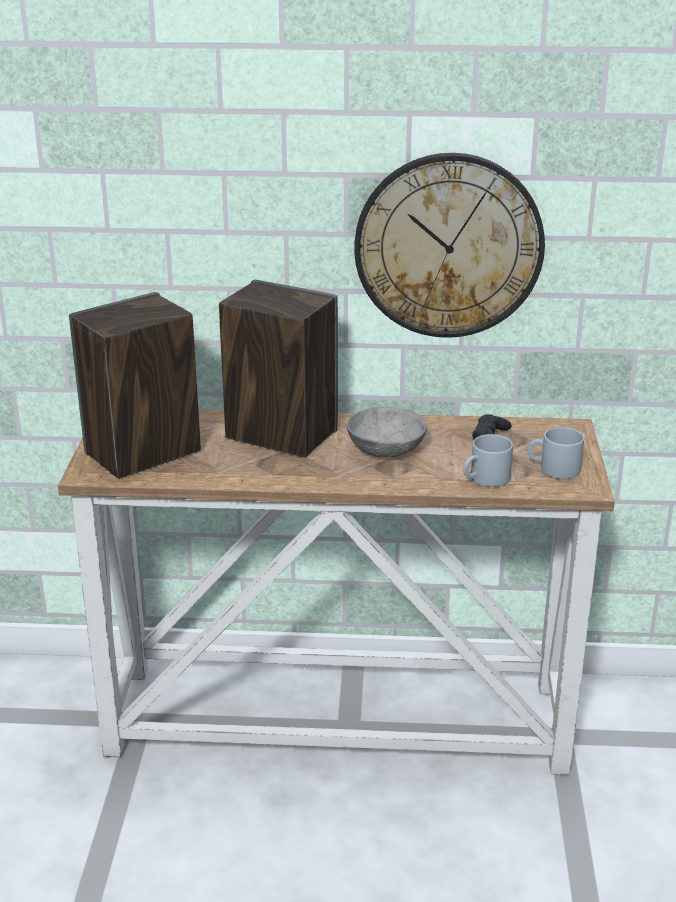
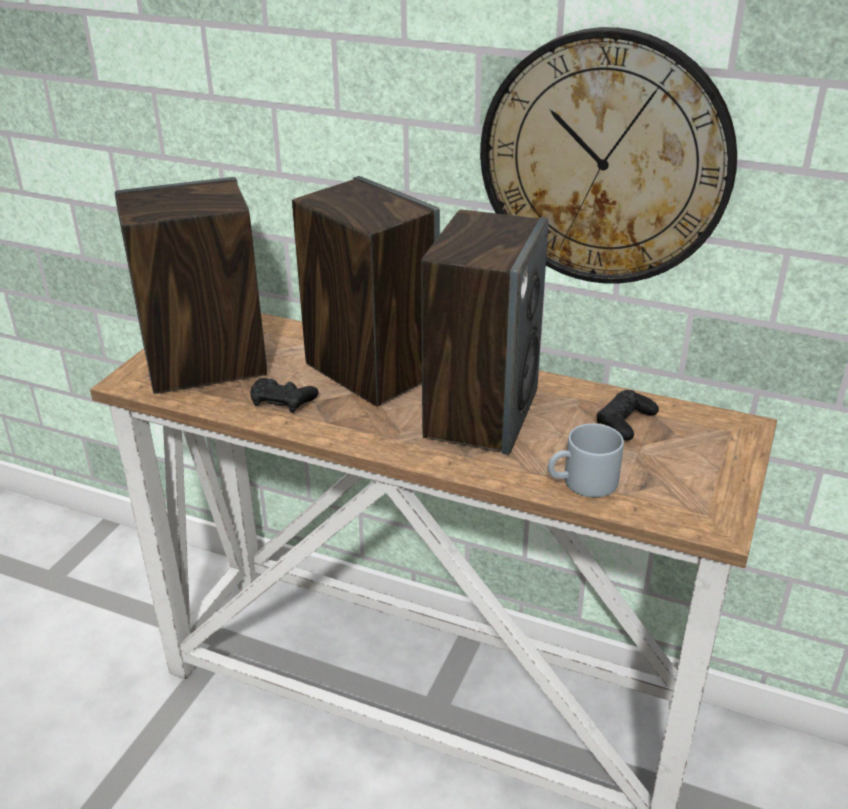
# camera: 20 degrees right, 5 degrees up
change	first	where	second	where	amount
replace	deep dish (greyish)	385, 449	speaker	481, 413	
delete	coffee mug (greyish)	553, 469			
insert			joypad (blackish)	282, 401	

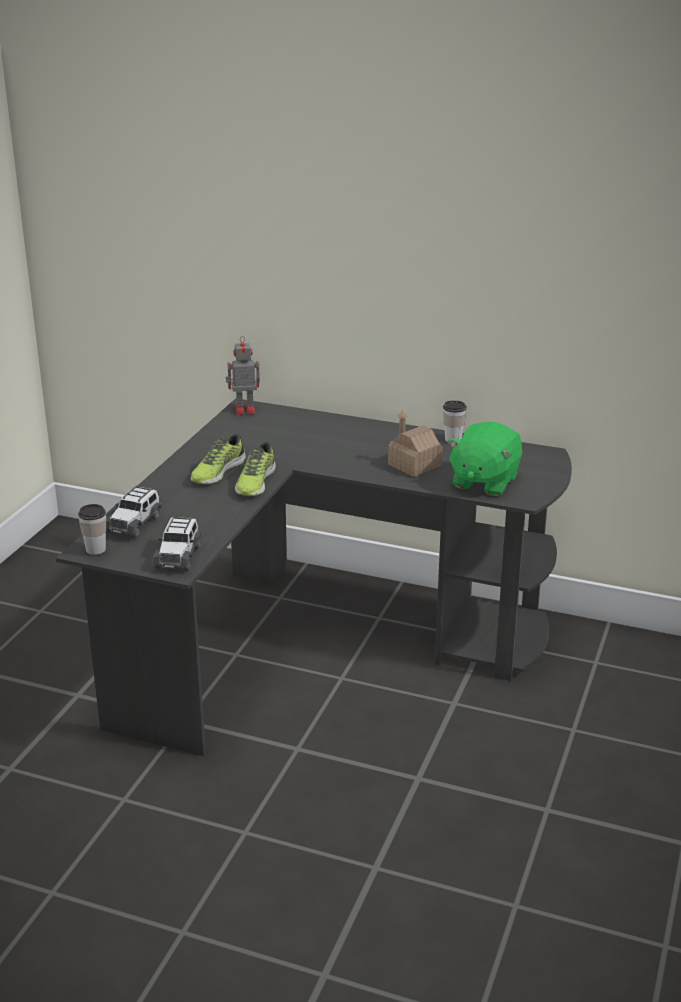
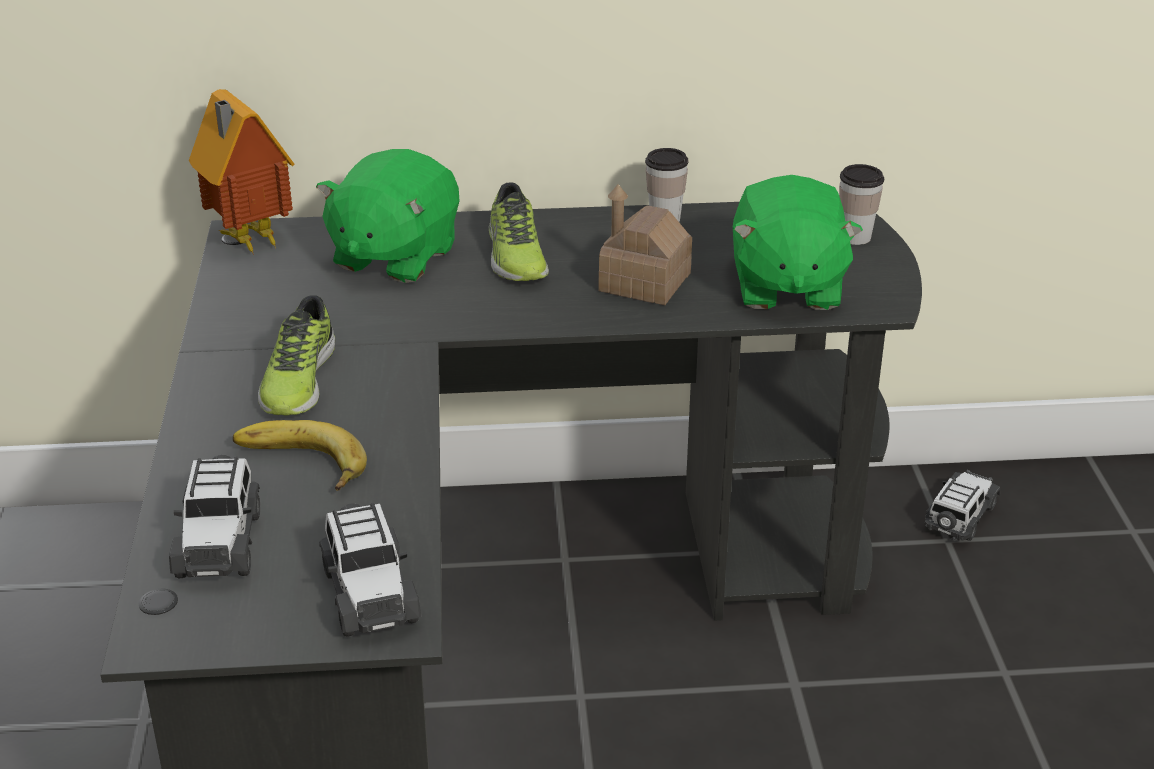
# camera: 25 degrees left, 5 degrees up
change	first	where	second	where	amount
move	drinking cup	95, 549		855, 237	
replace	toy robot	243, 410	miniature house	247, 241	
move	low shoe	255, 482		515, 256	
insert			banana	298, 465	
insert			cuddly toy (green)	394, 257	
insert			model car	959, 518	

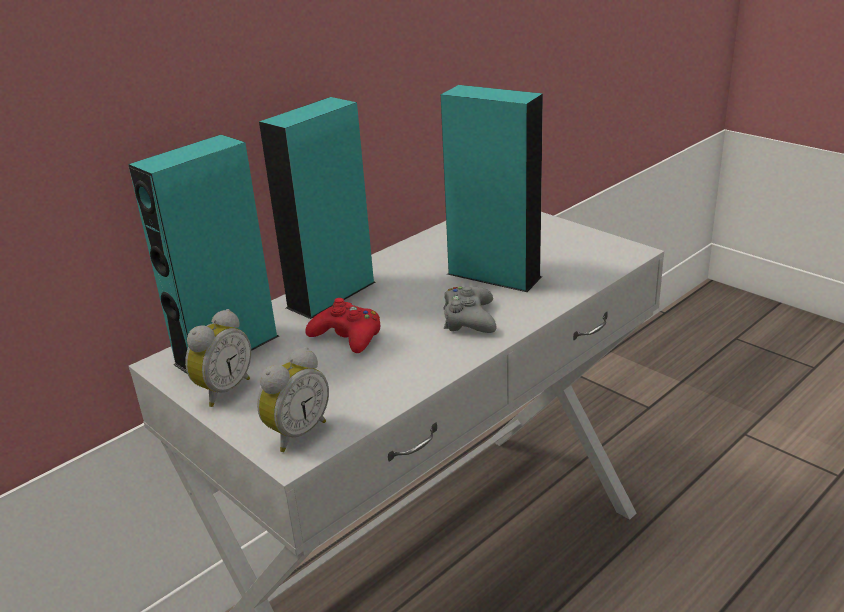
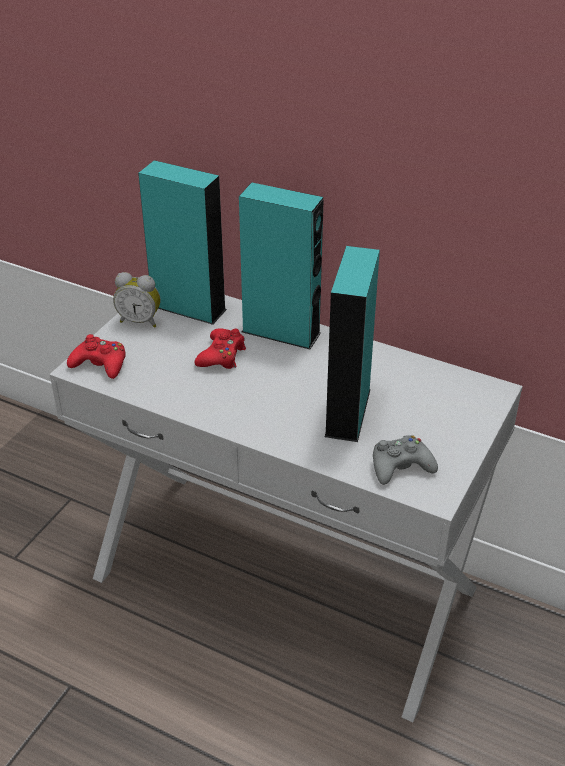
# camera: 70 degrees right, 10 degrees up
change	first	where	second	where	amount
replace	alarm clock	296, 433	joypad (red-coloured)	100, 364	
move	joypad (greyish)	469, 319		400, 466	

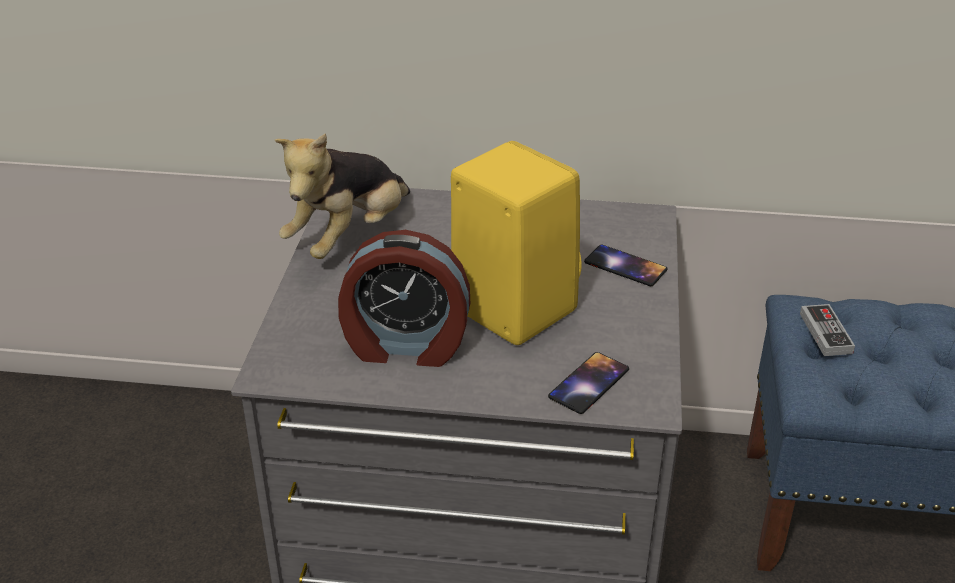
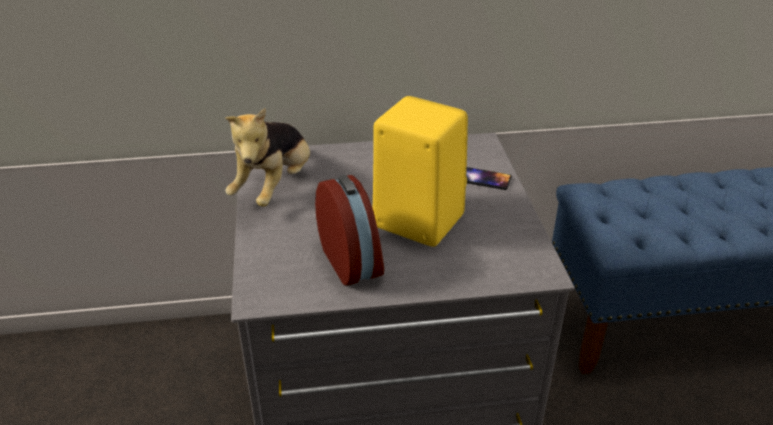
# camera: 15 degrees left, 0 degrees up
change	first	where	second	where	amount
rotate	alarm clock	405, 346		352, 261	105 degrees counterclockwise
delete	handset	588, 383			
delete	joypad	825, 333			

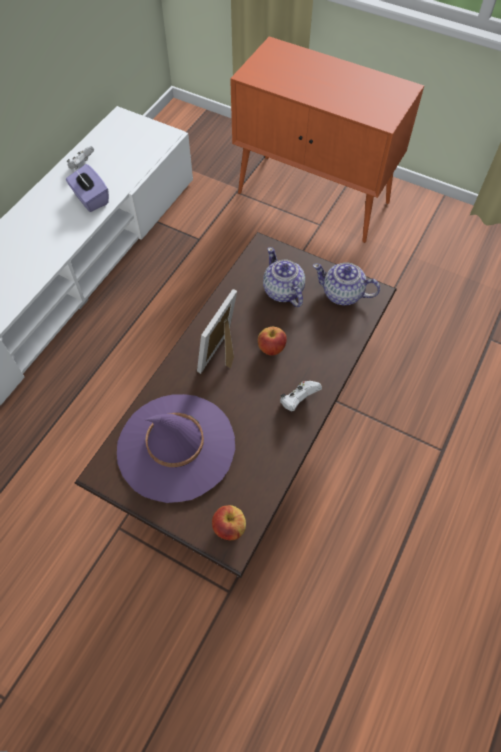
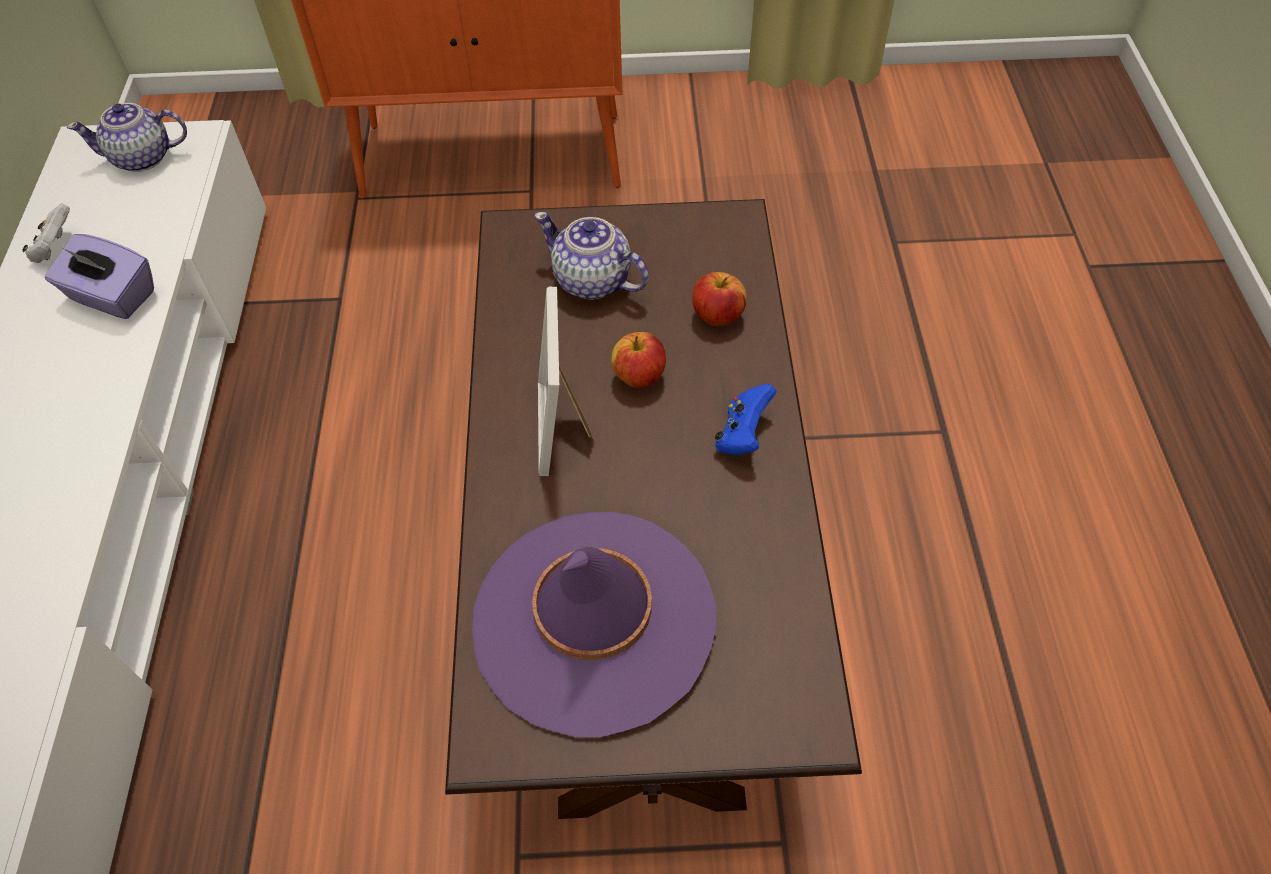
# camera: 30 degrees left, 5 degrees down
change	first	where	second	where	amount
move	apple fruit	229, 527		717, 316	
recolor	joypad (whitish)	298, 400	joypad (blue)	742, 435	
move	tea pot	343, 294		143, 158	

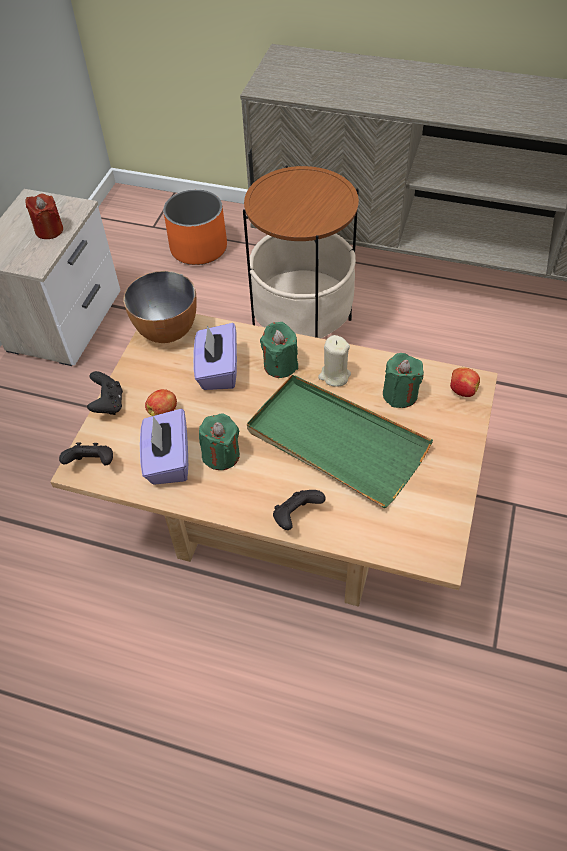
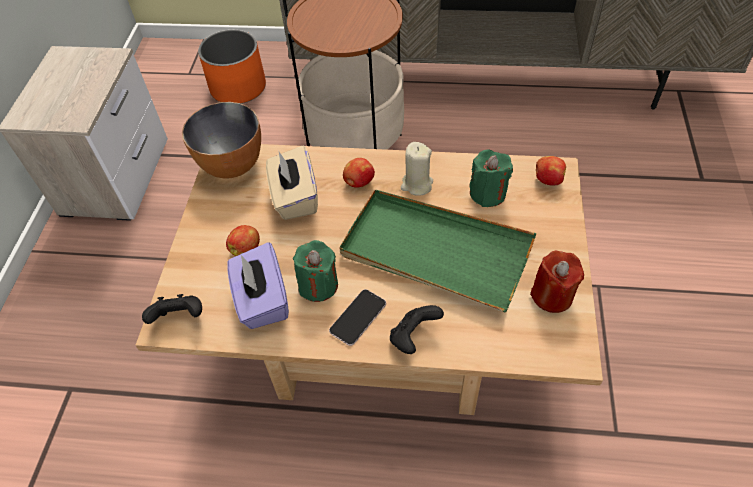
# camera: 10 degrees left, 0 degrees up
change	first	where	second	where	amount
move	wax light (red-coloured)	49, 230		552, 295	
delete	joypad (blackish)	108, 404			
recolor	tissue box (purplish)	218, 370	tissue box (beige)	295, 198	
replace	wax light (green)	280, 365	apple fruit	358, 182	
insert			handset	358, 317	

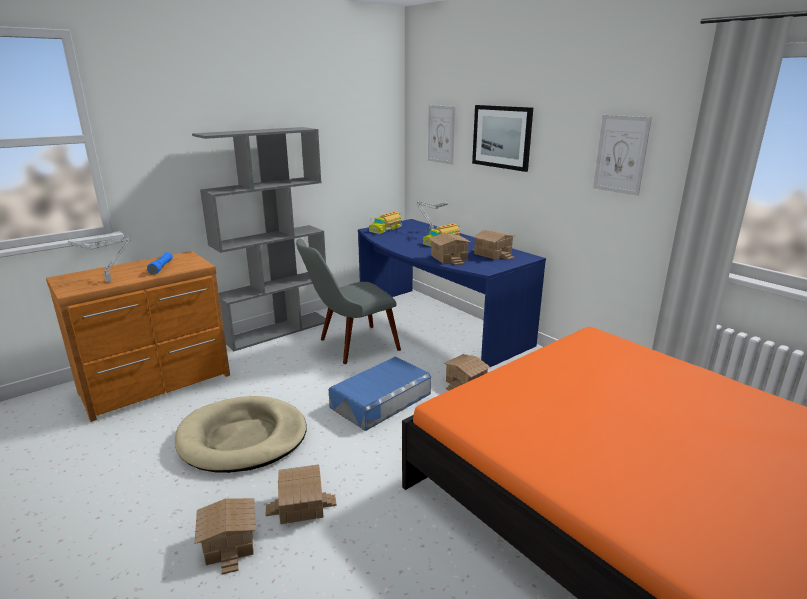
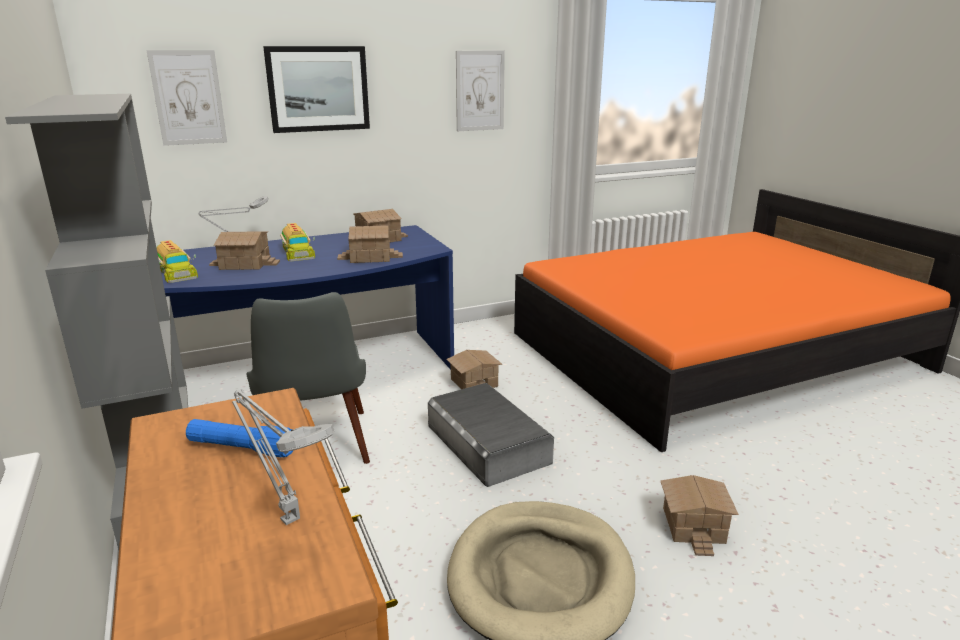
# camera: 75 degrees left, 0 degrees up
change	first	where	second	where	amount
move	miniature house	231, 542		245, 263	
recolor	storage container (blue)	381, 400	storage container (greyish)	487, 443	

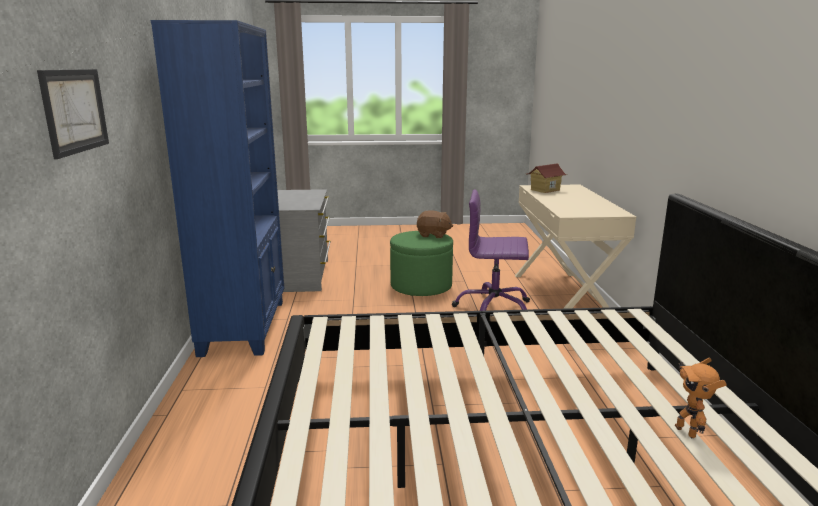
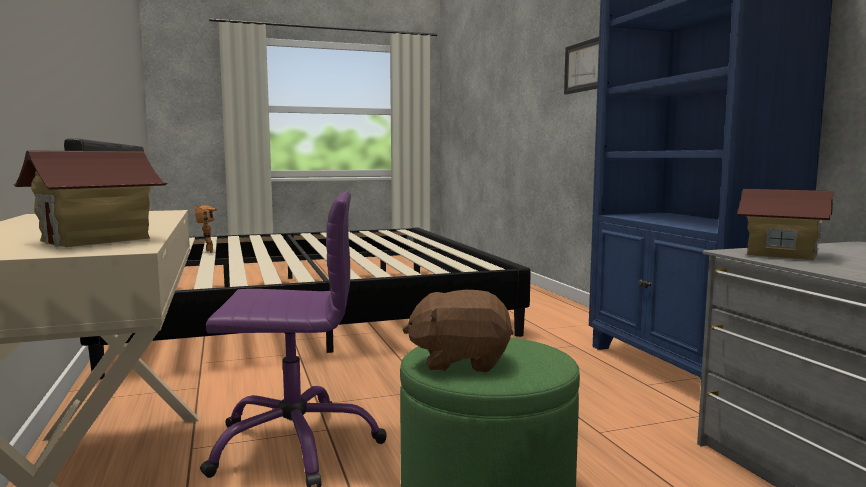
# camera: 165 degrees right, 10 degrees down
change	first	where	second	where	amount
insert			miniature house	781, 254	

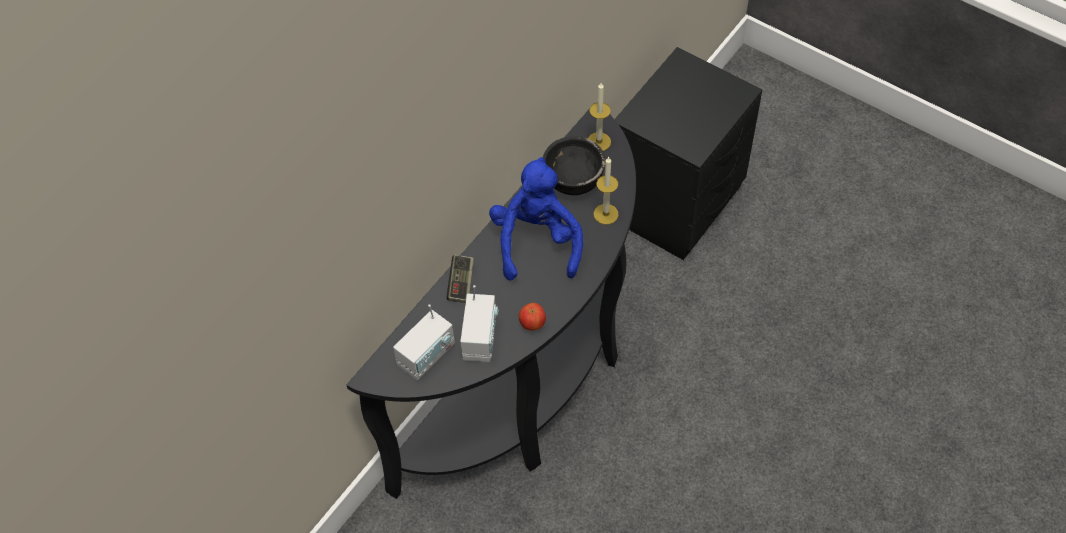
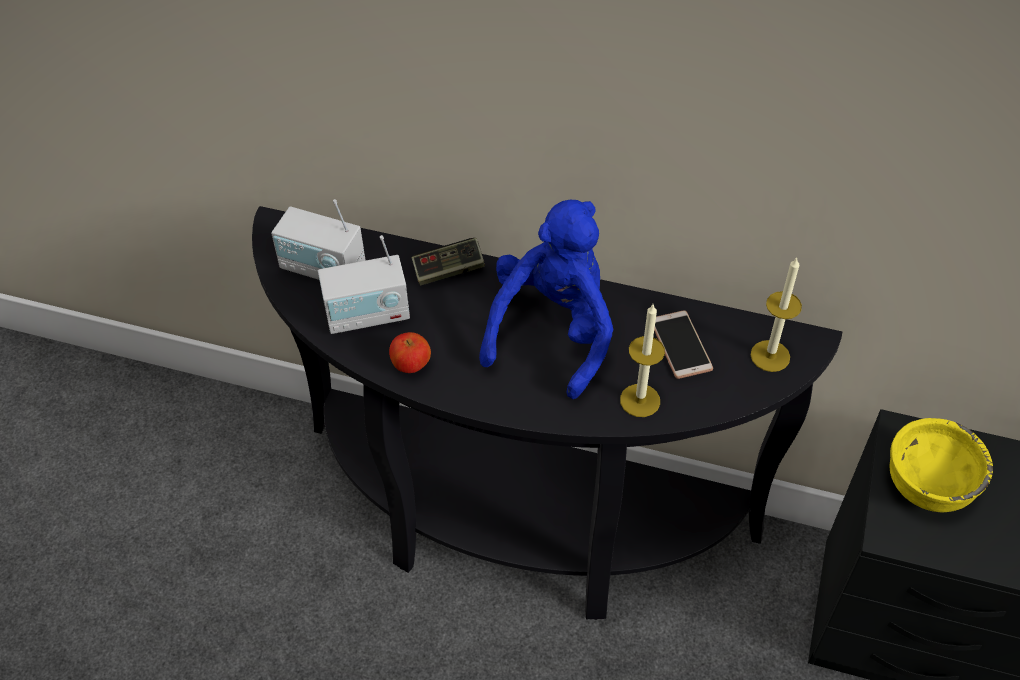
# camera: 70 degrees right, 5 degrees down
change	first	where	second	where	amount
rotate	cuddly toy (blue)	536, 241		553, 331	45 degrees counterclockwise
replace	deep dish (blackish)	574, 181	handset	680, 345	
insert			deep dish (yellow)	928, 486	

